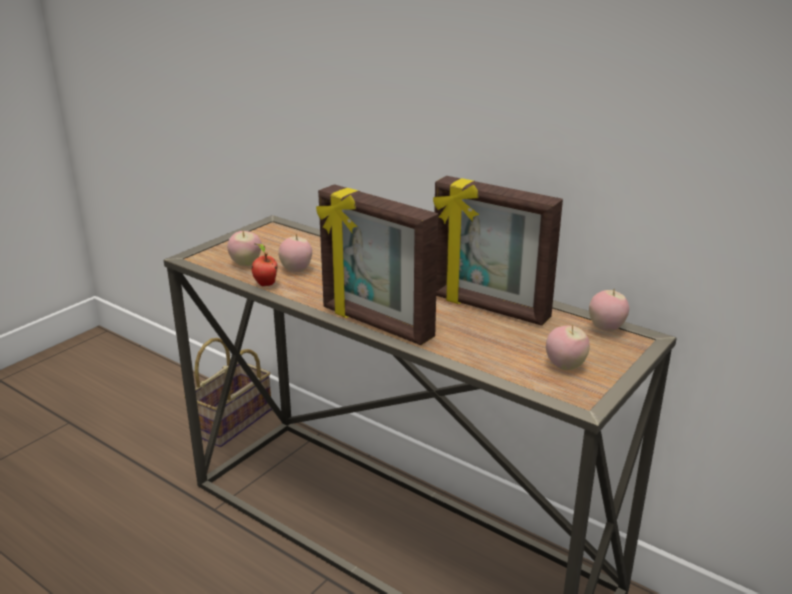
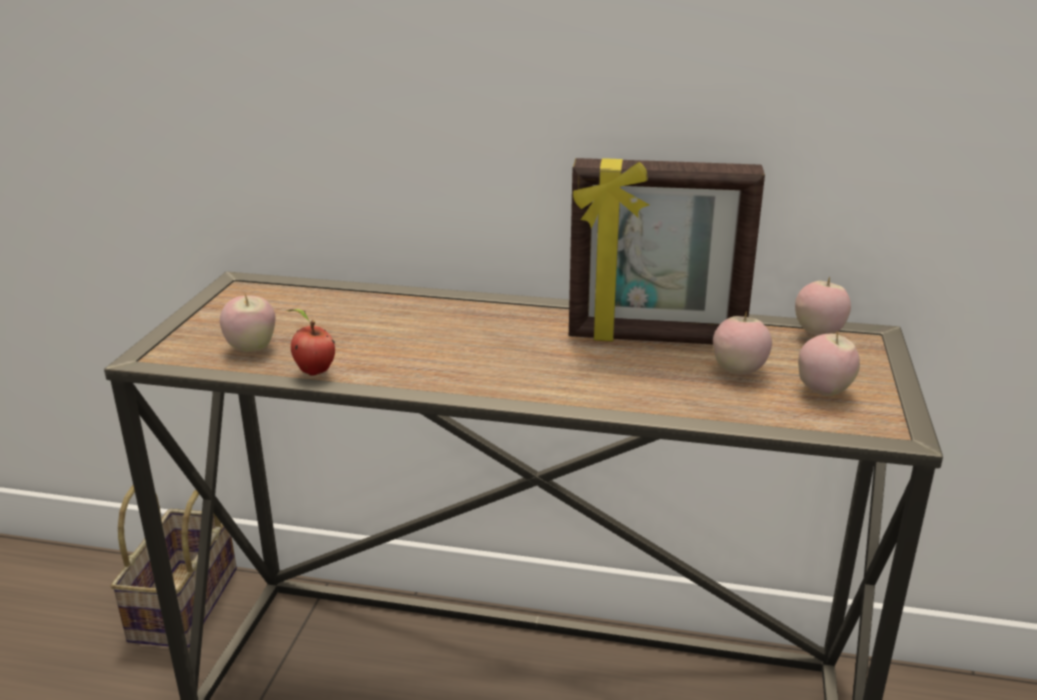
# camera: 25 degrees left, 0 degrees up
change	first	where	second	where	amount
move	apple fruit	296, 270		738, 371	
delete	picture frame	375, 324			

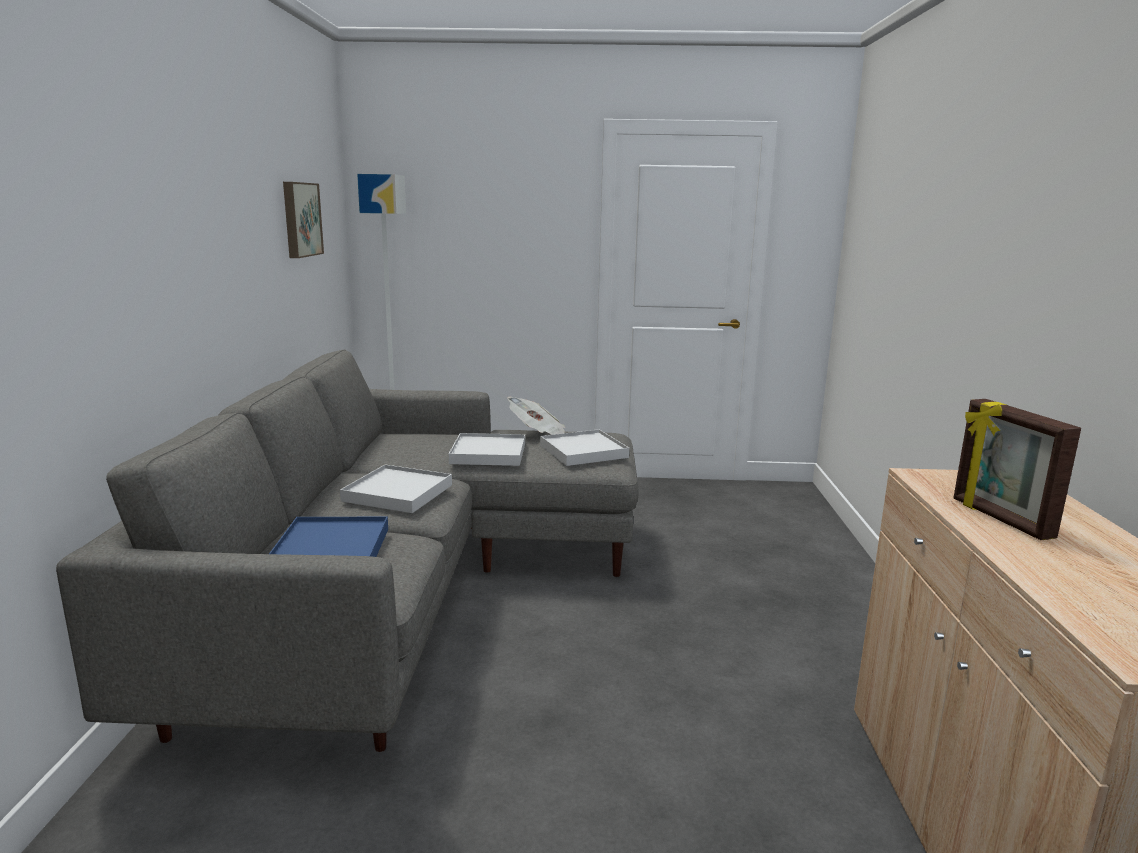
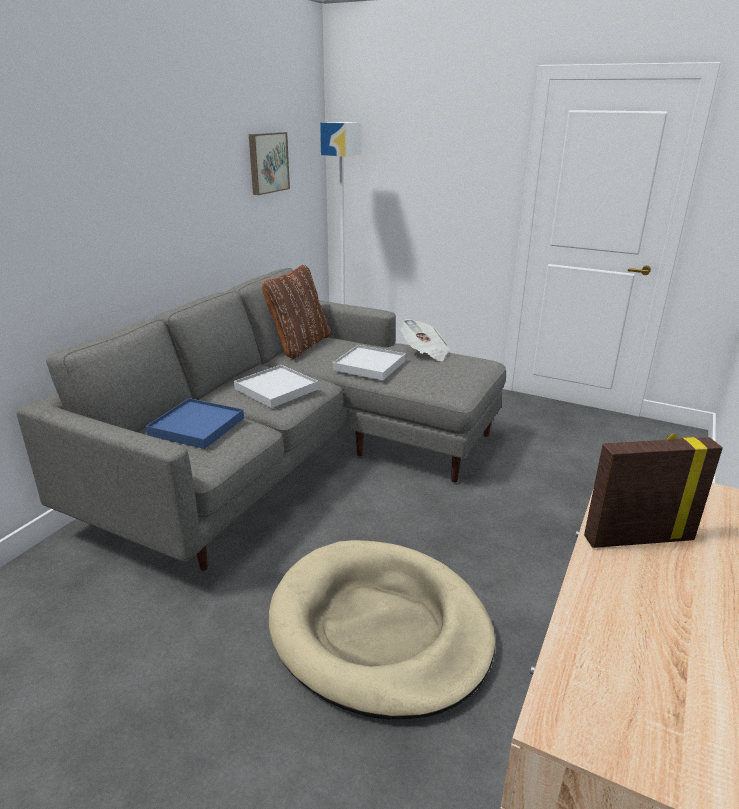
# camera: 25 degrees right, 10 degrees up
change	first	where	second	where	amount
delete	tray (whitish)	583, 451			
rotate	picture frame	1000, 519		637, 538	75 degrees clockwise
insert			pillow (brown)	300, 345	
insert			dog bed (beige)	379, 629	

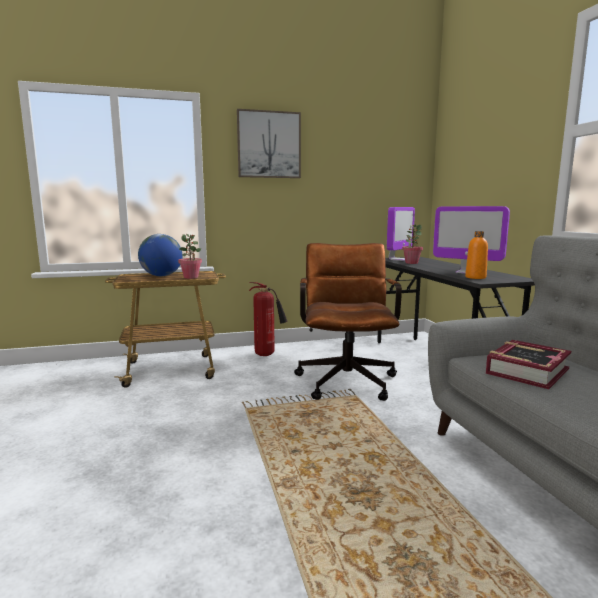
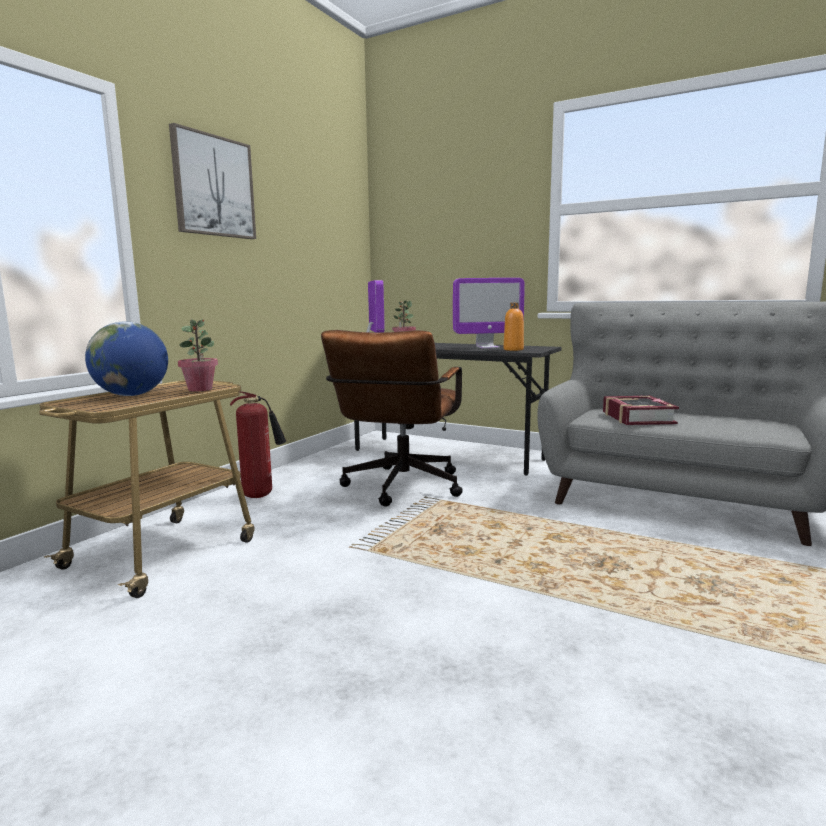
# camera: 45 degrees left, 0 degrees up
change	first	where	second	where	amount
rotate	desk chair (brown)	346, 378		399, 489	120 degrees counterclockwise

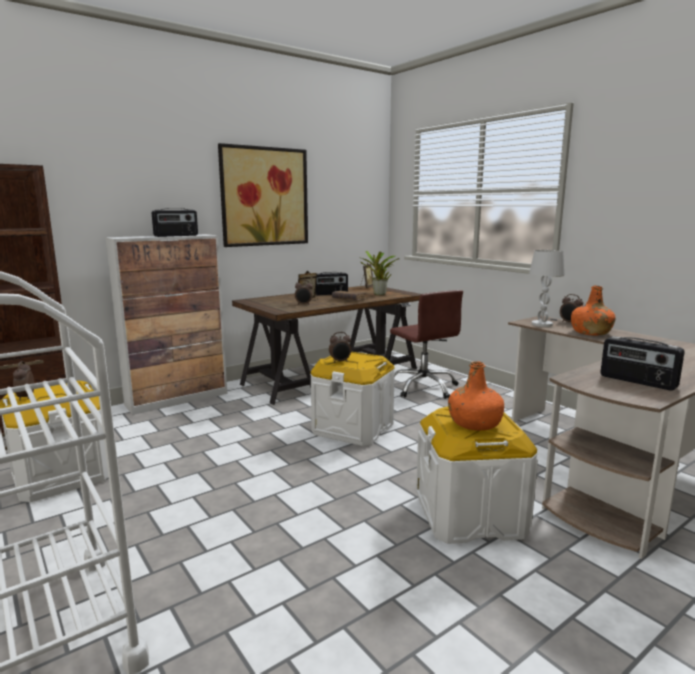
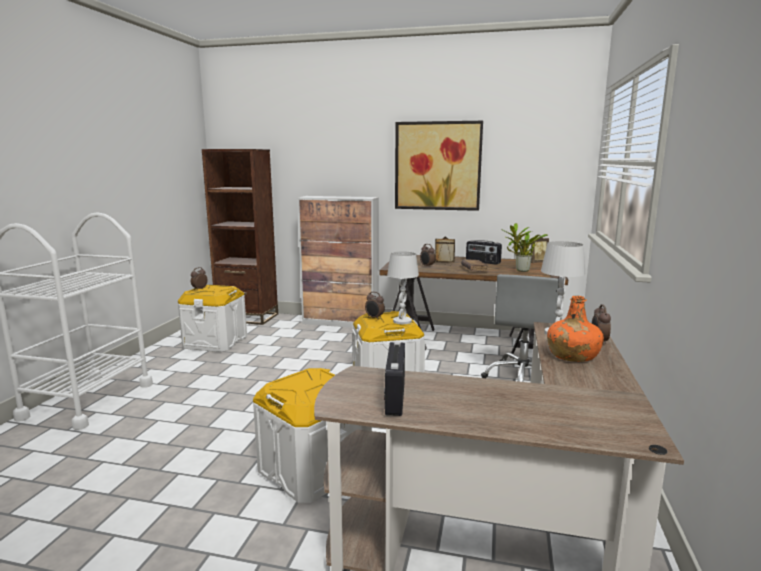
# camera: 50 degrees right, 0 degrees up
change	first	where	second	where	amount
delete	radio receiver	176, 236			
recolor	desk chair (brown)	423, 387	desk chair (greyish)	522, 378	
delete	bottle (orange-coloured)	474, 423			
insert			tabletop lamp (whitish)	402, 321	

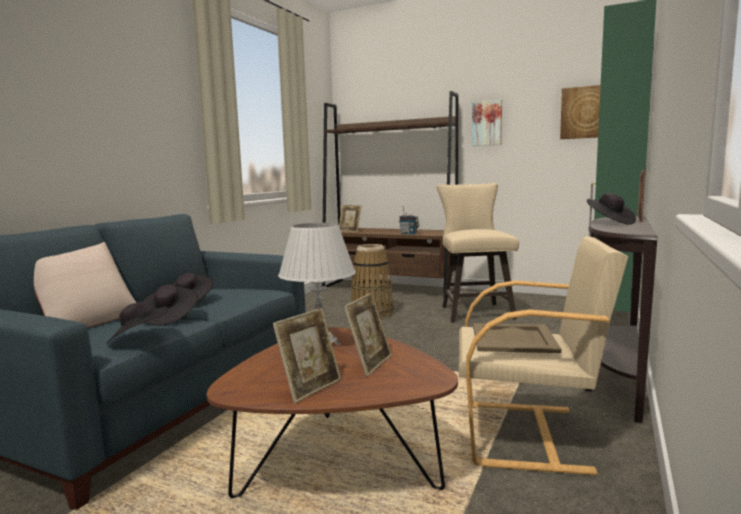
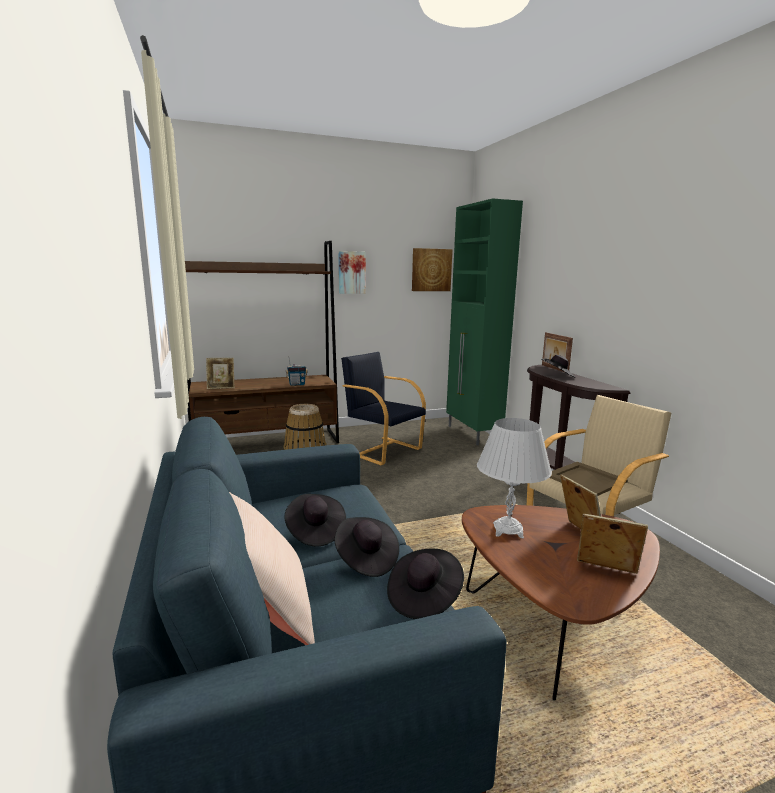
# camera: 45 degrees left, 5 degrees up
change	first	where	second	where	amount
rotate	picture frame	310, 388		606, 572	60 degrees counterclockwise
replace	sitting stool (beige)	474, 311	armchair (blackish)	382, 450	

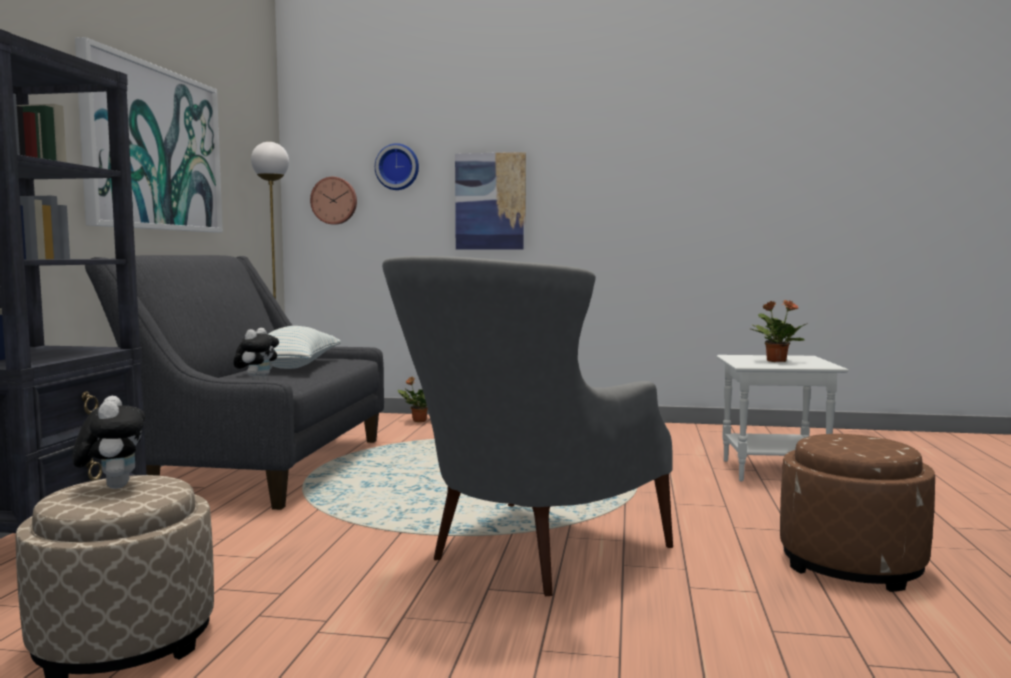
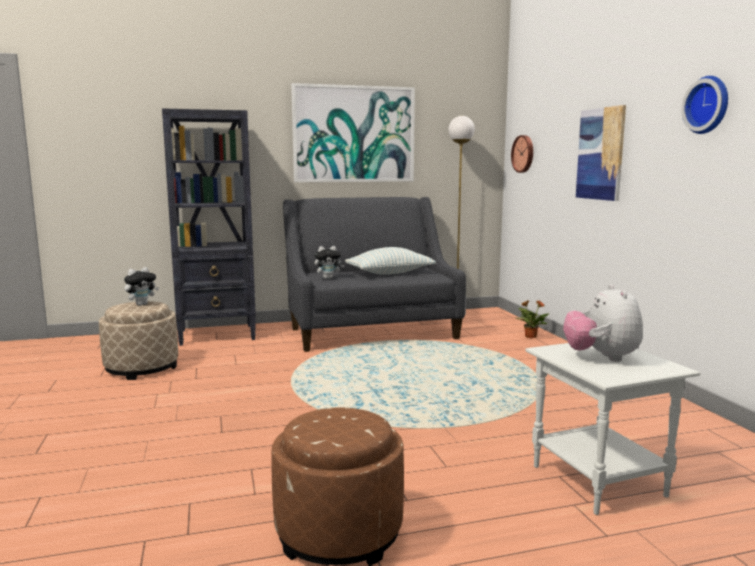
# camera: 65 degrees right, 5 degrees up
change	first	where	second	where	amount
move	clock on the wall	398, 167		709, 105	
delete	armchair (greyish)	522, 558			
replace	plant in a pot	776, 361	cuddly toy	601, 357	

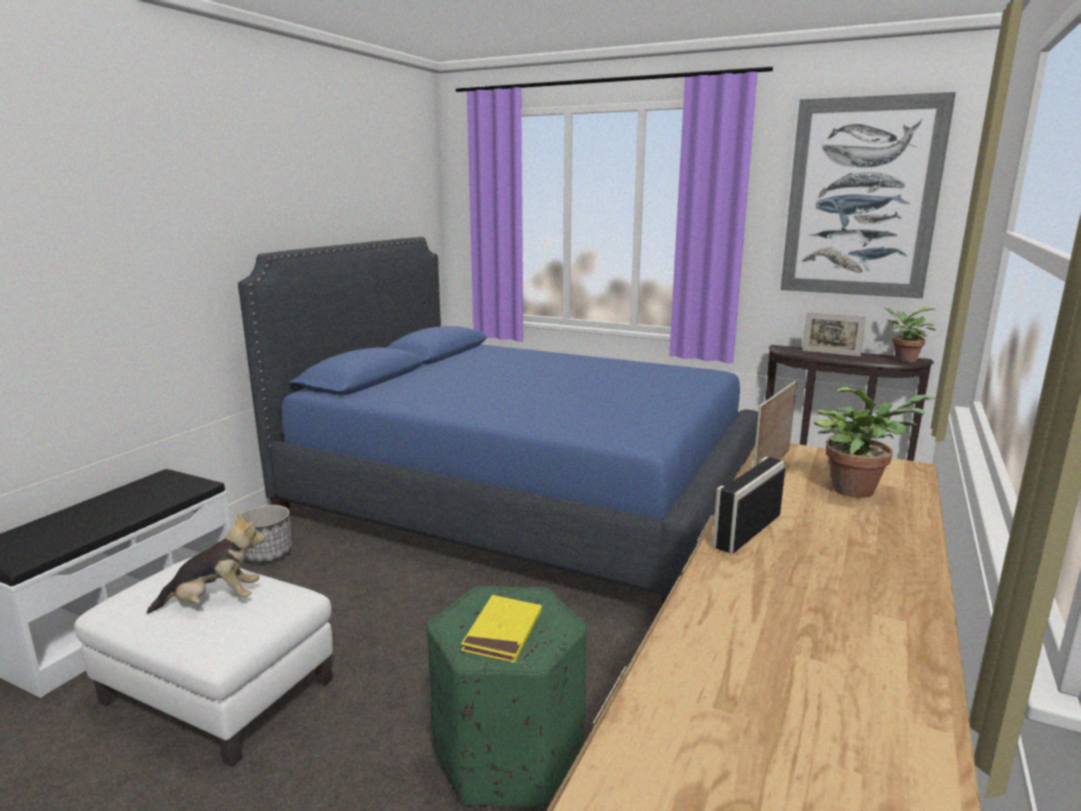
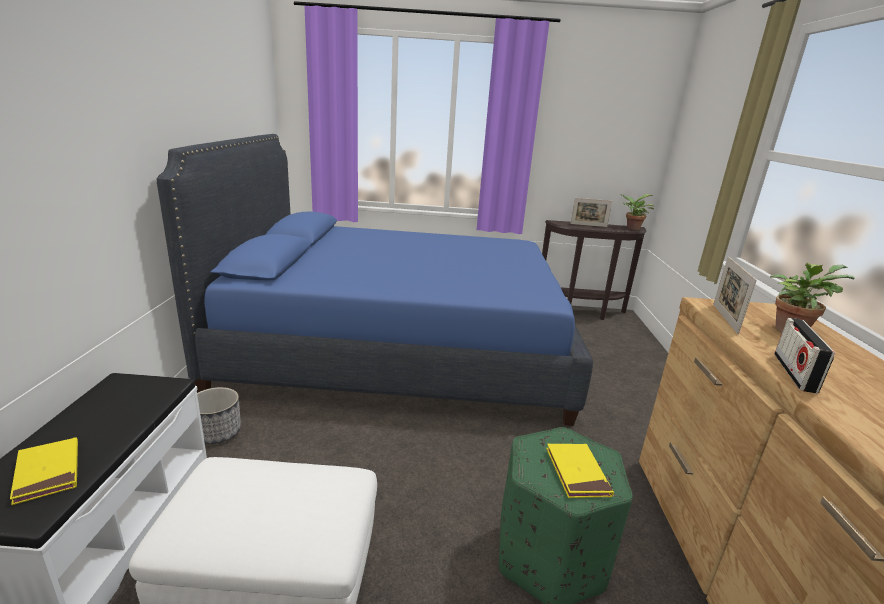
# camera: 25 degrees left, 5 degrees up
change	first	where	second	where	amount
delete	cuddly toy	214, 602			
delete	picture	861, 198			
insert			bound book (yellow)	48, 472	

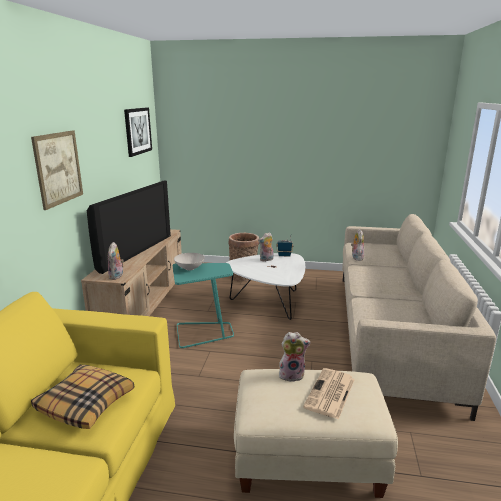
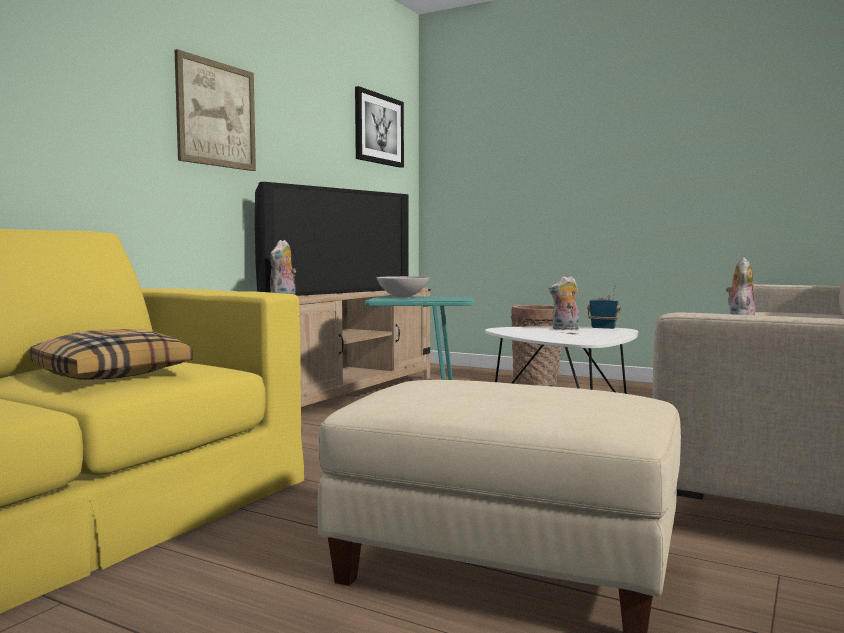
# camera: 20 degrees right, 15 degrees down
change	first	where	second	where	amount
delete	cuddly toy	292, 374			
delete	printed paper	330, 394			

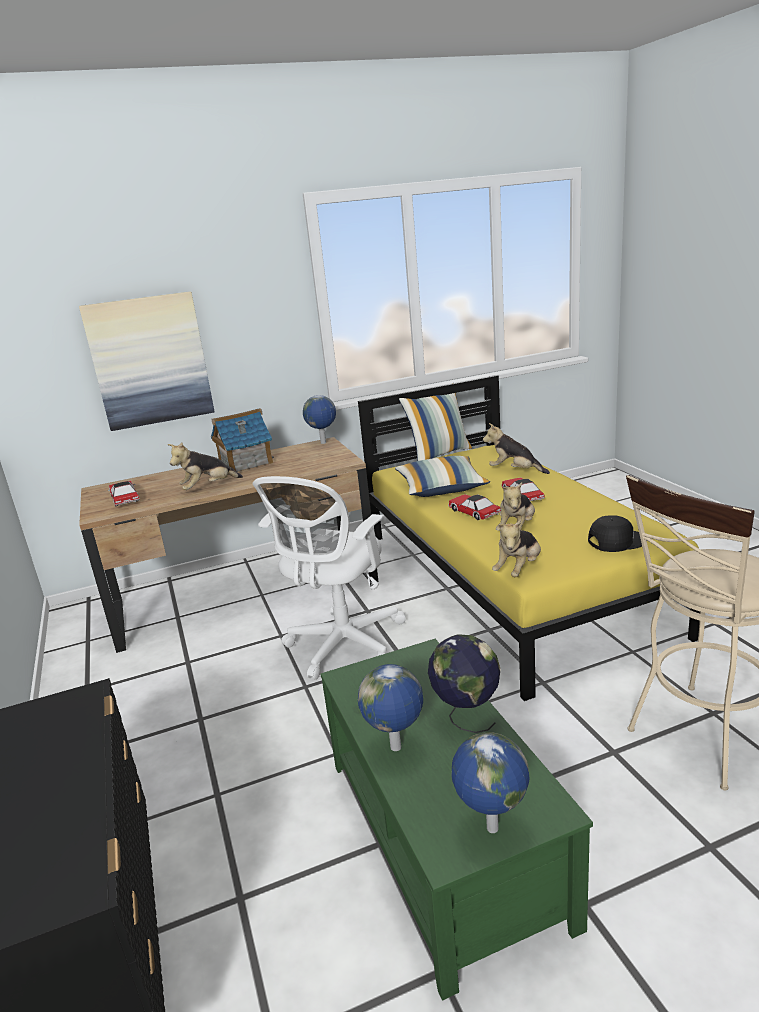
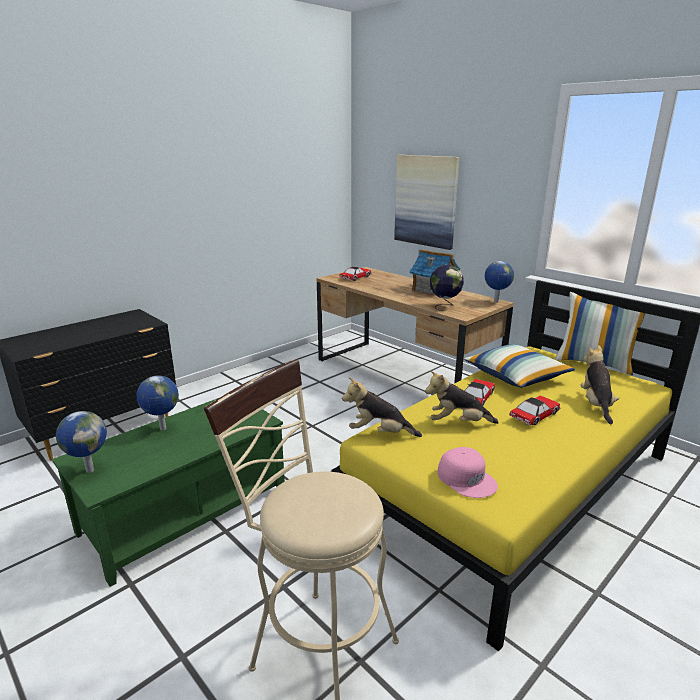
# camera: 65 degrees right, 0 degrees up
change	first	where	second	where	amount
delete	cuddly toy	208, 488			
delete	desk chair (whitish)	342, 646			
move	desk globe	466, 715		444, 306	
recolor	cap (blackish)	616, 541	cap (pinkish)	467, 478	

